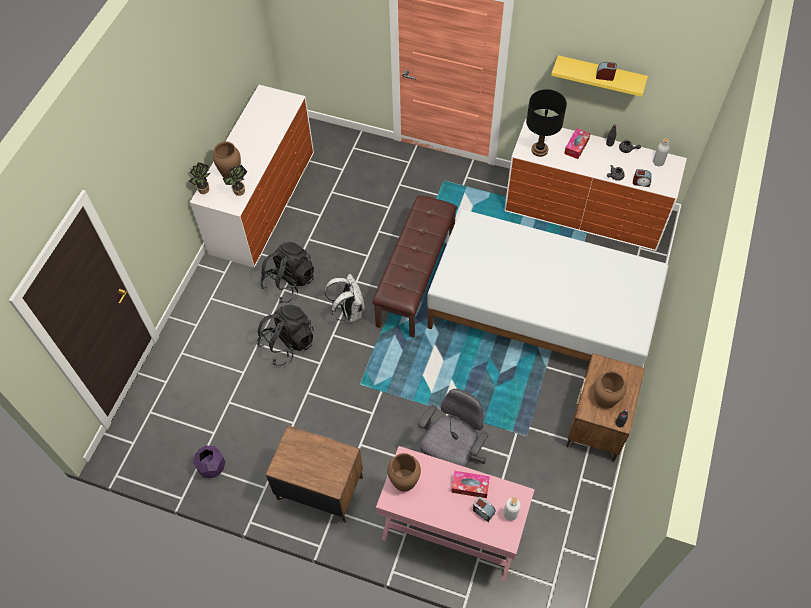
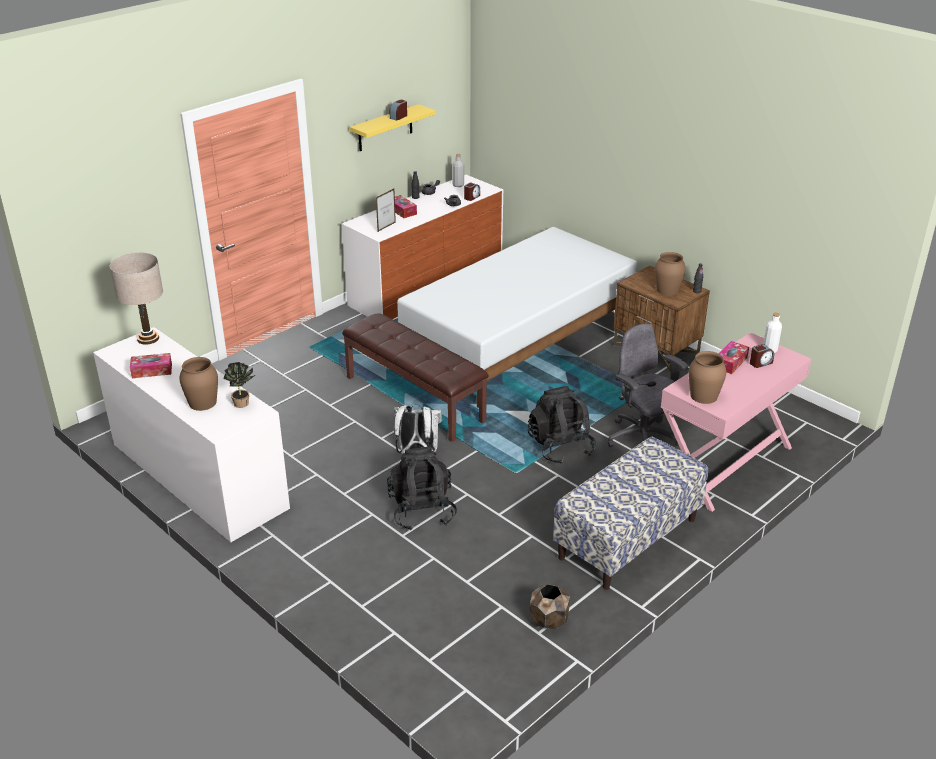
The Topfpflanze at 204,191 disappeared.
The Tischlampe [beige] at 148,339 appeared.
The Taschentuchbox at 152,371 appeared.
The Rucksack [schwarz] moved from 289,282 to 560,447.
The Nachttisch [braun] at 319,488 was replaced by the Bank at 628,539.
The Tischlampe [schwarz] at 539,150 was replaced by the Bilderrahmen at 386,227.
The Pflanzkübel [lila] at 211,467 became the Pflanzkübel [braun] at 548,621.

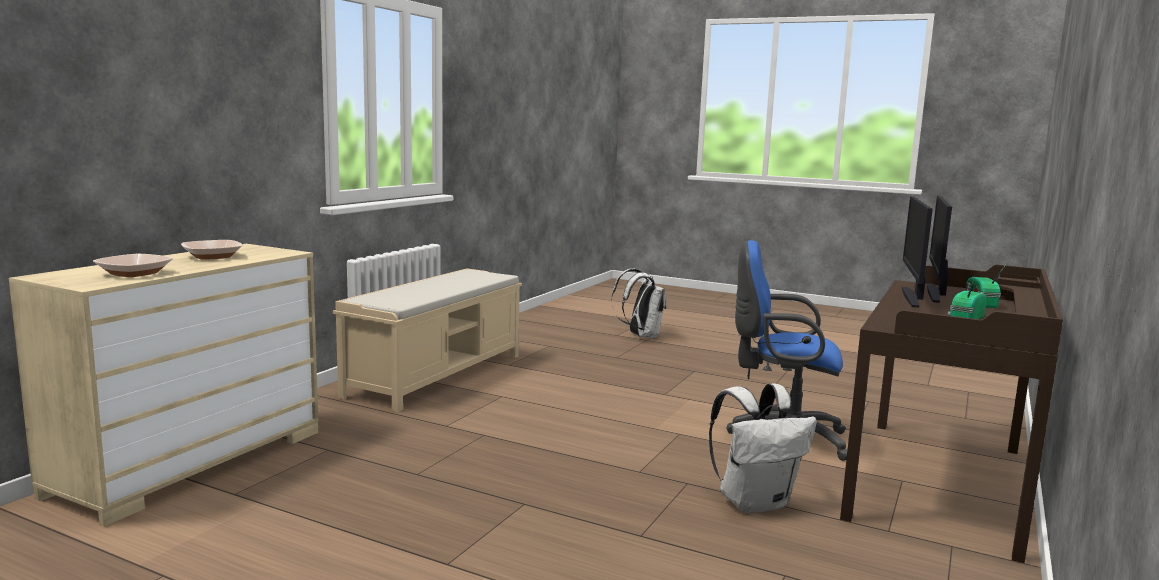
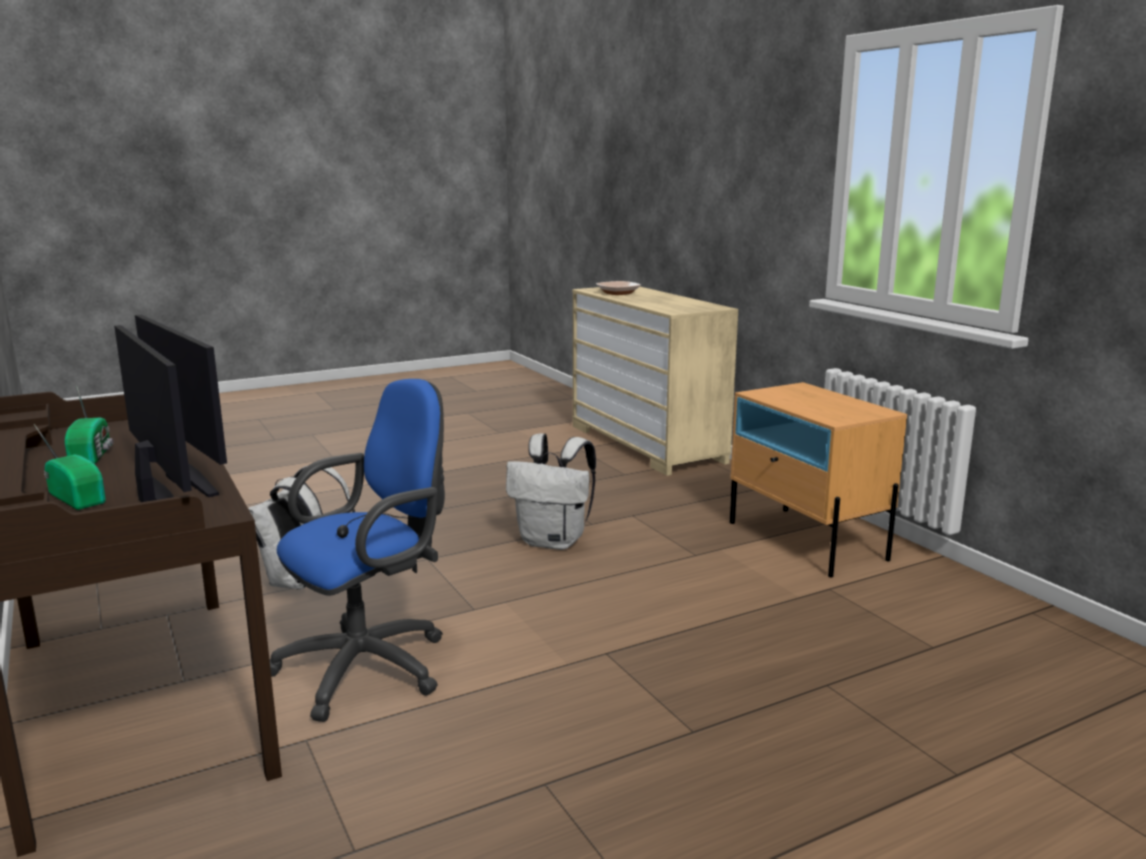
The Schüssel at 212,256 disappeared.
The Rucksack [weiß] moved from 641,336 to 554,541.
The Bank [beige] at 437,375 was replaced by the Nachttisch [beige] at 806,541.

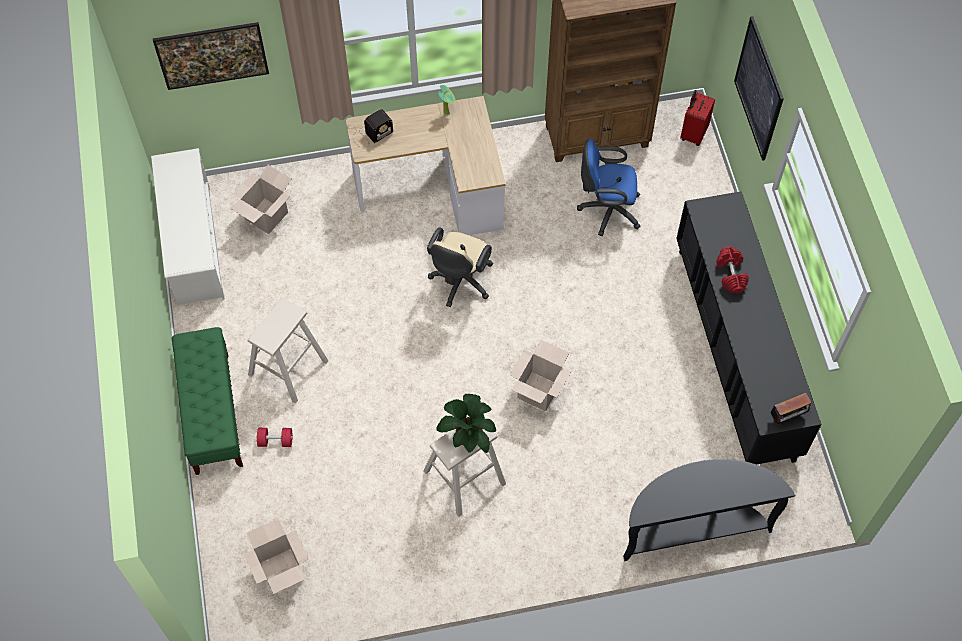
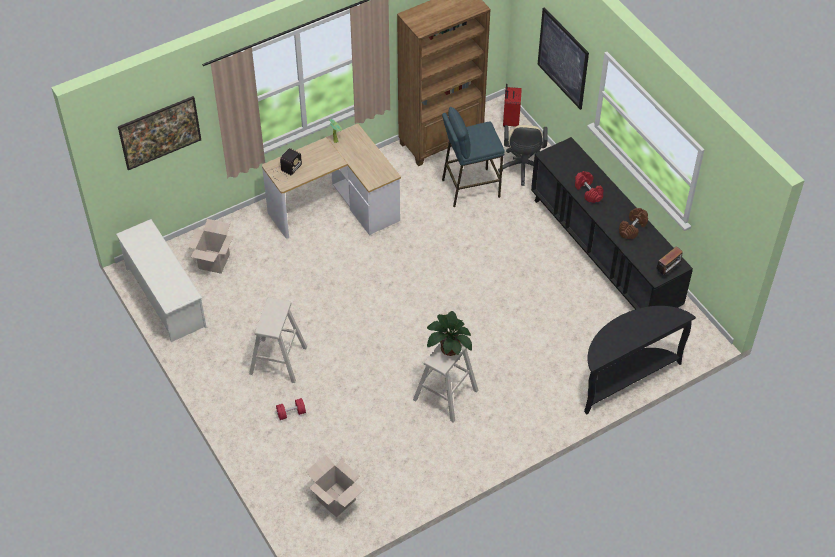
The Bank [grün] at 212,413 disappeared.
The Karton at 538,391 disappeared.
The Hantel [braun] at 632,228 appeared.
The Bürostuhl [beige] moved from 460,282 to 522,169.
The Bürostuhl [blau] at 606,210 was replaced by the Hocker [blau] at 470,188.

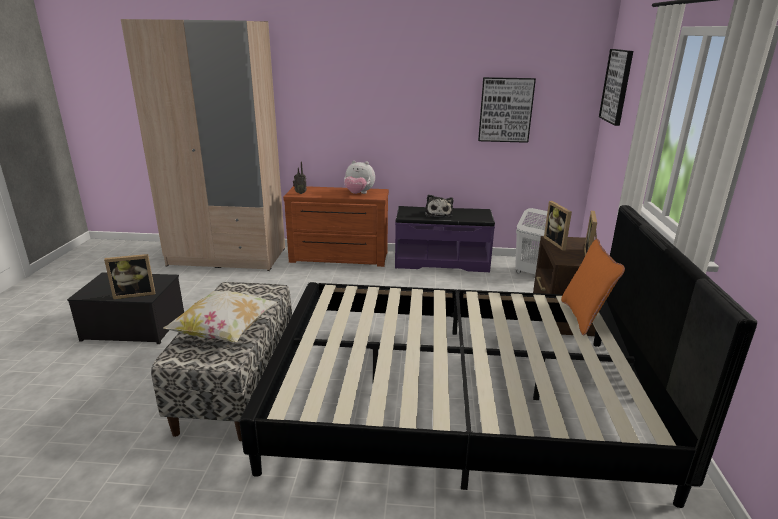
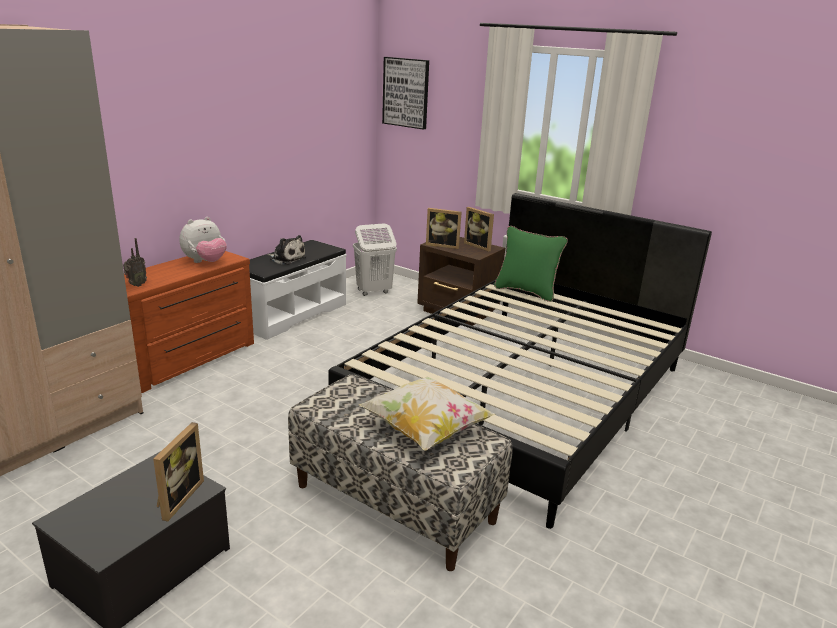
The Bild at 505,110 disappeared.
The Bank [lila] at 441,261 became the Bank [weiß] at 290,314.
The Kissen [orange] at 584,317 became the Kissen [grün] at 526,291.

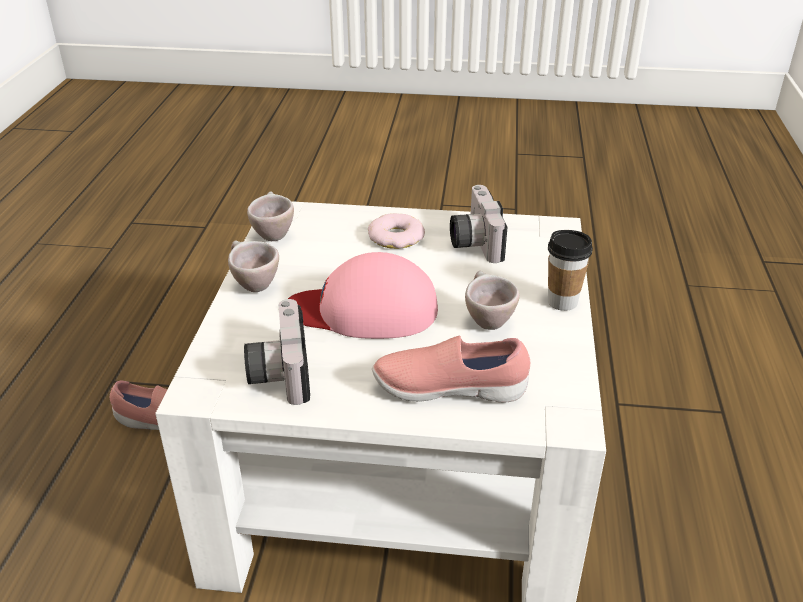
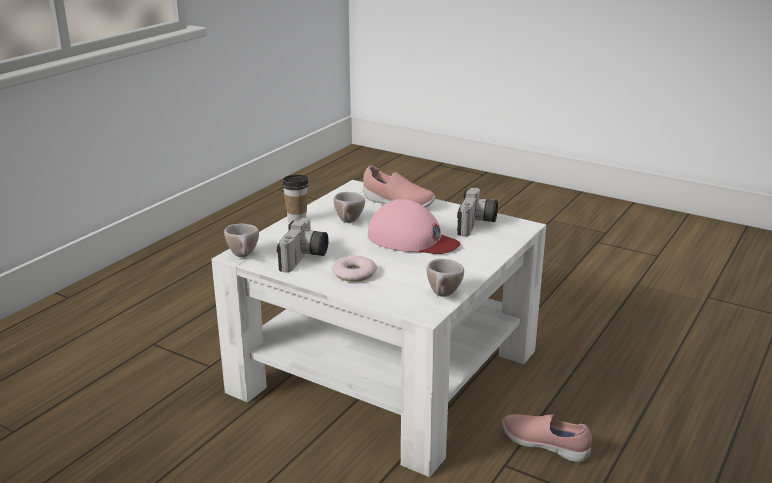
The Tasse [beige] moved from 252,284 to 244,256.

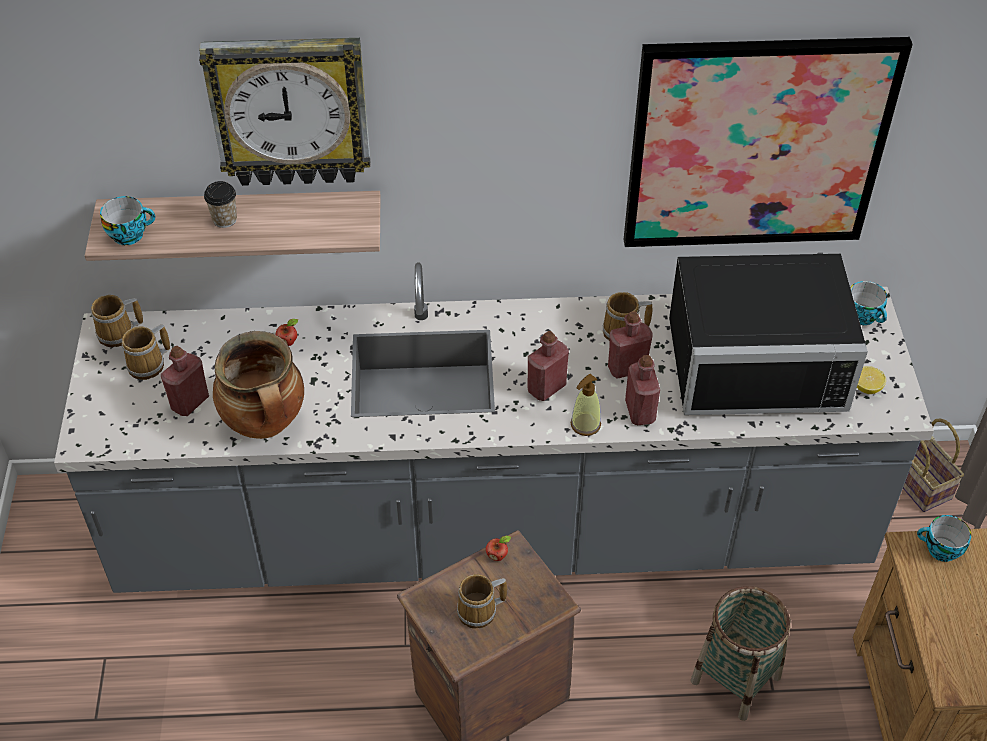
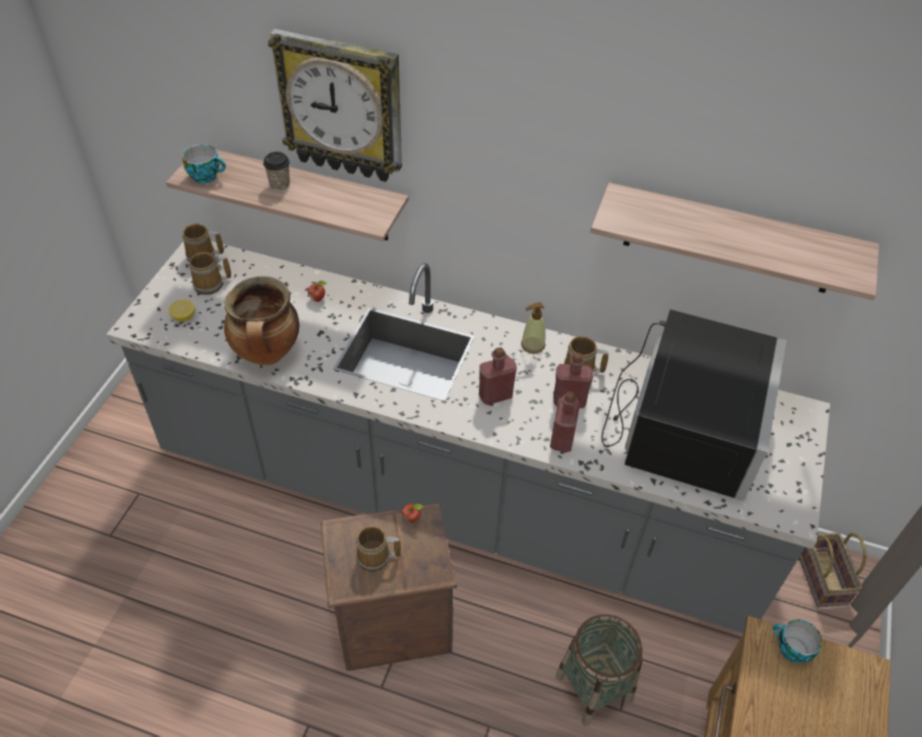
The Flasche [rot] at 190,402 disappeared.
The Tasse at 864,316 disappeared.
The Seifenspender moved from 585,424 to 532,345.
The Zitrone moved from 866,388 to 184,316.
The Bild at 757,144 was replaced by the Wandregal at 730,240.
The Mikrowelle [schwarz] at 754,356 turned 90 degrees counterclockwise.

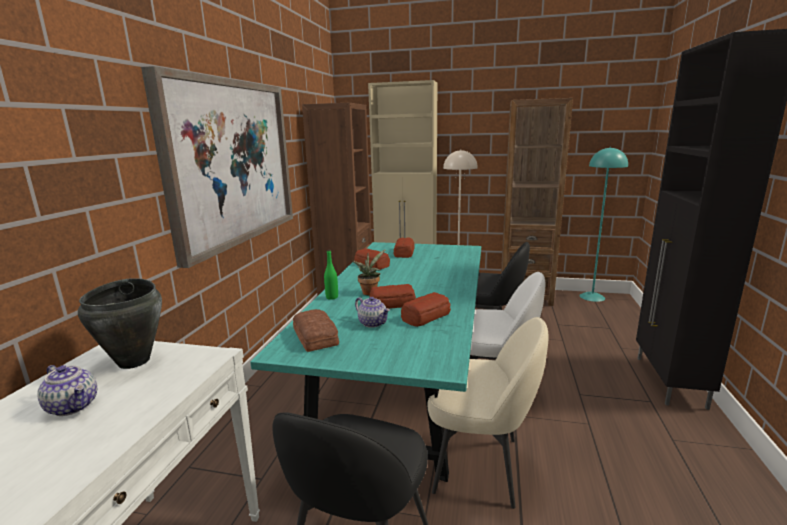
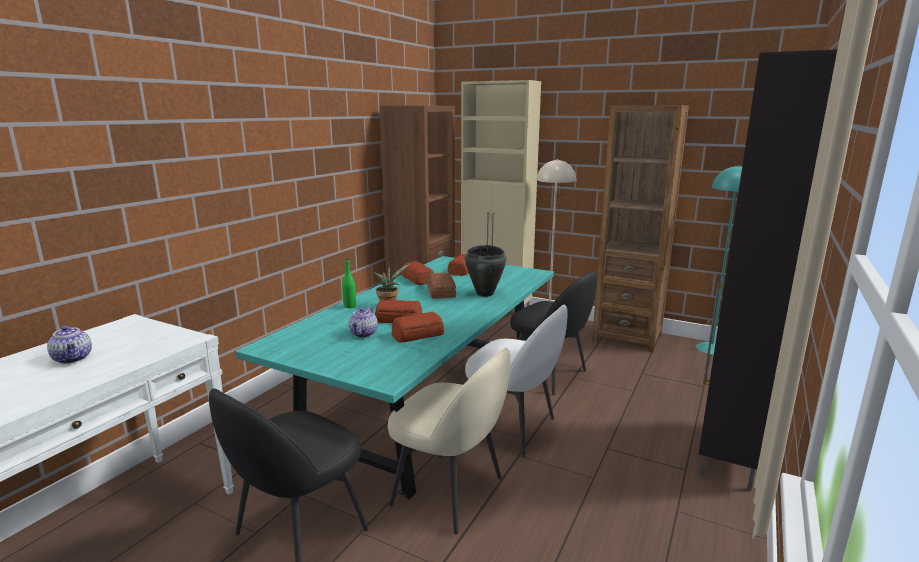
The Bild at 232,163 disappeared.
The Kochtopf [schwarz] moved from 135,361 to 485,294.
The Brot moved from 316,336 to 441,291.
The Teekanne at 373,323 turned 45 degrees clockwise.

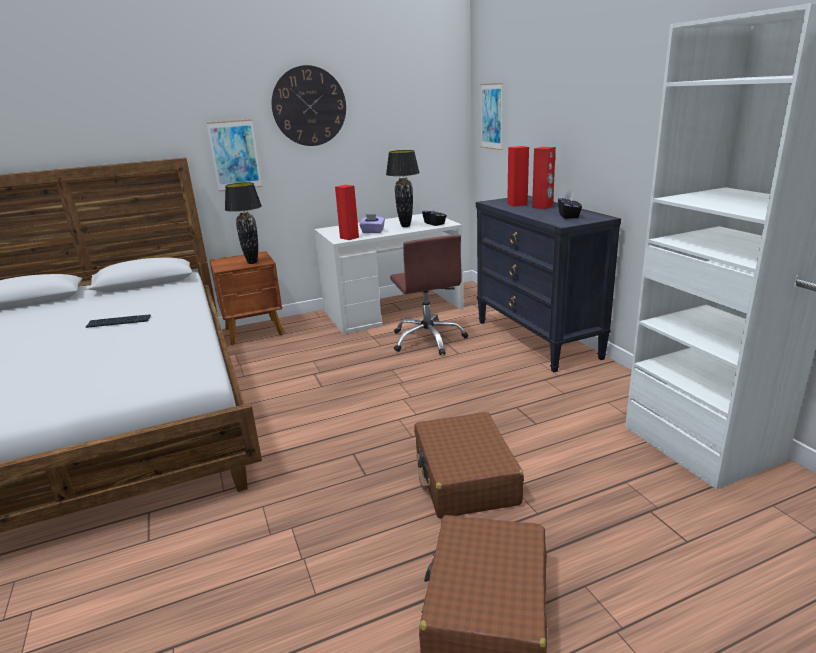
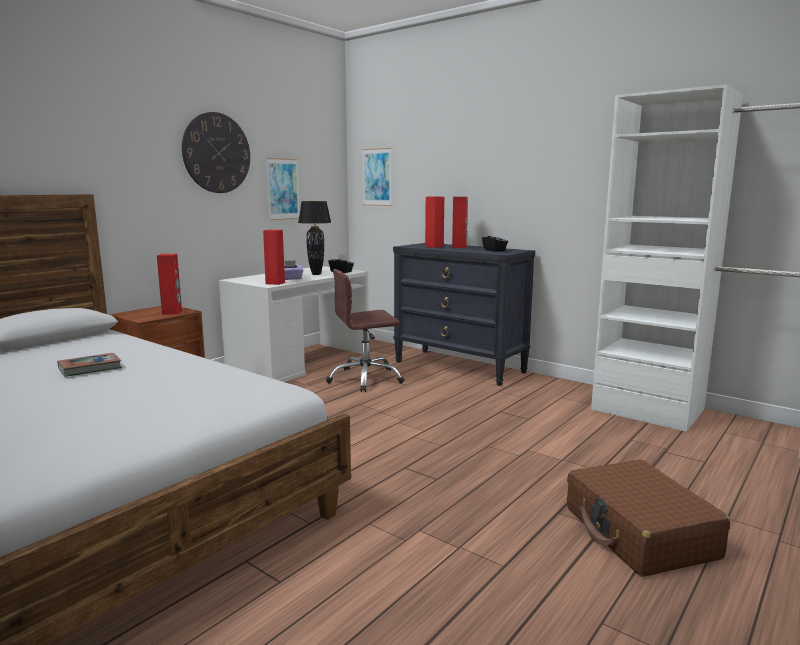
The Koffer [braun] at 465,478 disappeared.
The Bild moved from 235,155 to 283,189.
The Tastatur at 119,322 was replaced by the Buch at 90,368.
The Tischlampe [schwarz] at 252,262 was replaced by the Lautsprecher [rot] at 172,312.
The Bürostuhl [braun] at 428,339 turned 120 degrees clockwise.

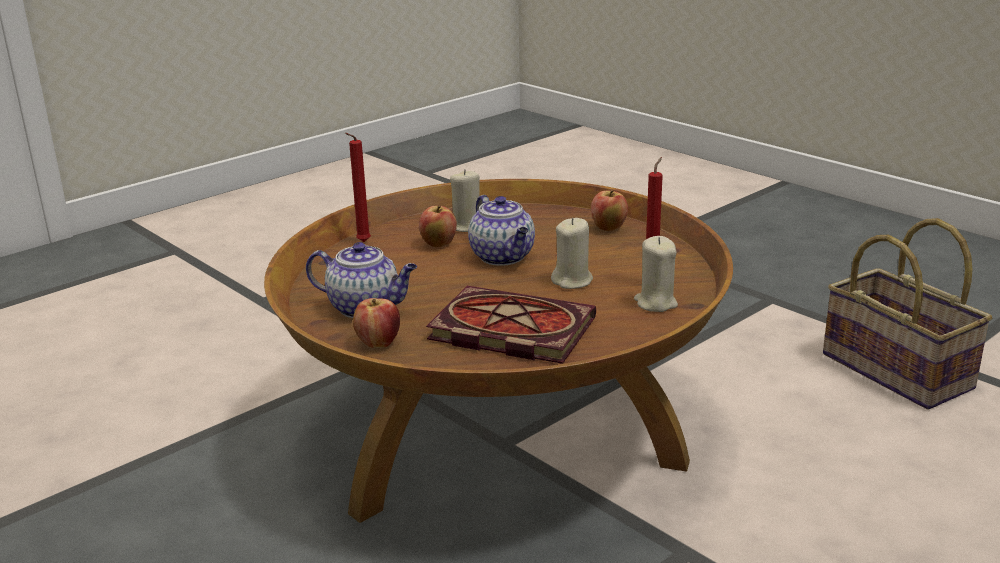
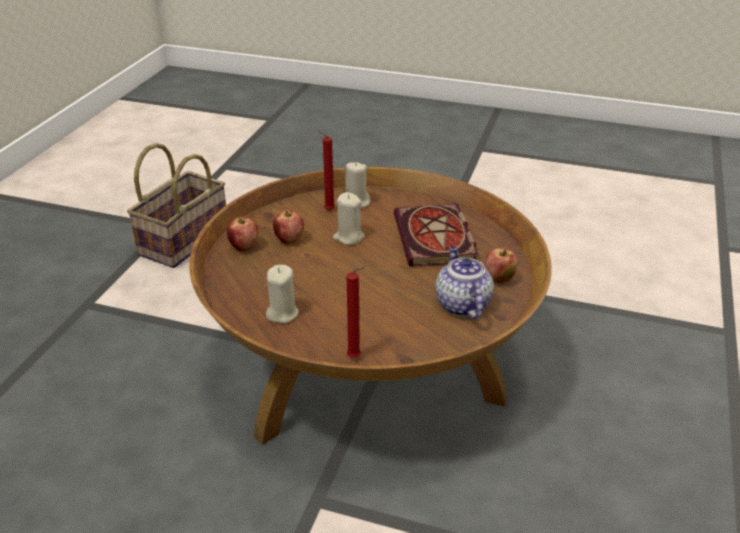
The Teekanne at 503,257 disappeared.
The Apfel moved from 438,244 to 289,240.

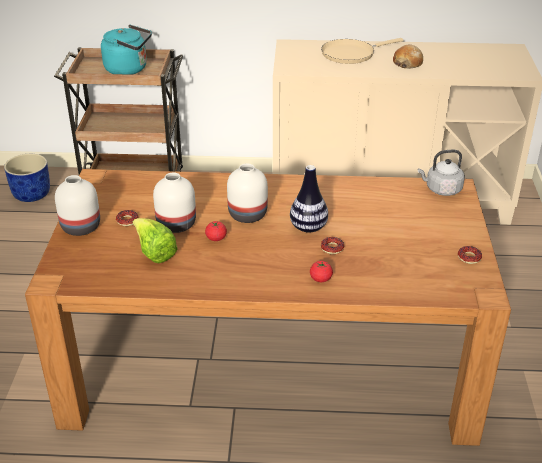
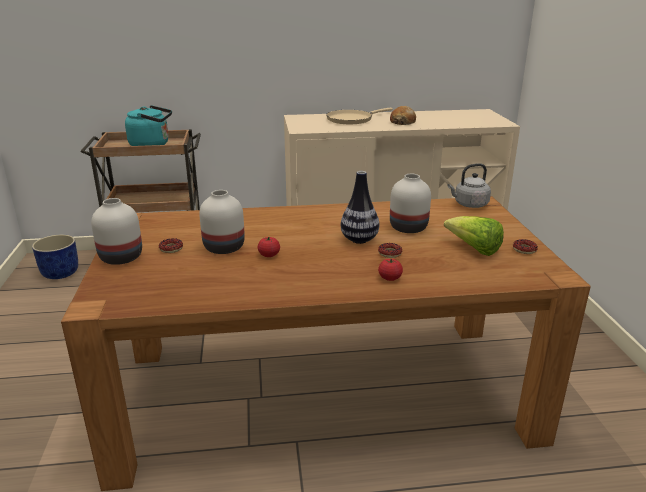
The Salatkopf moved from 154,252 to 474,249.
The Vase [weiß] moved from 248,214 to 409,227.

